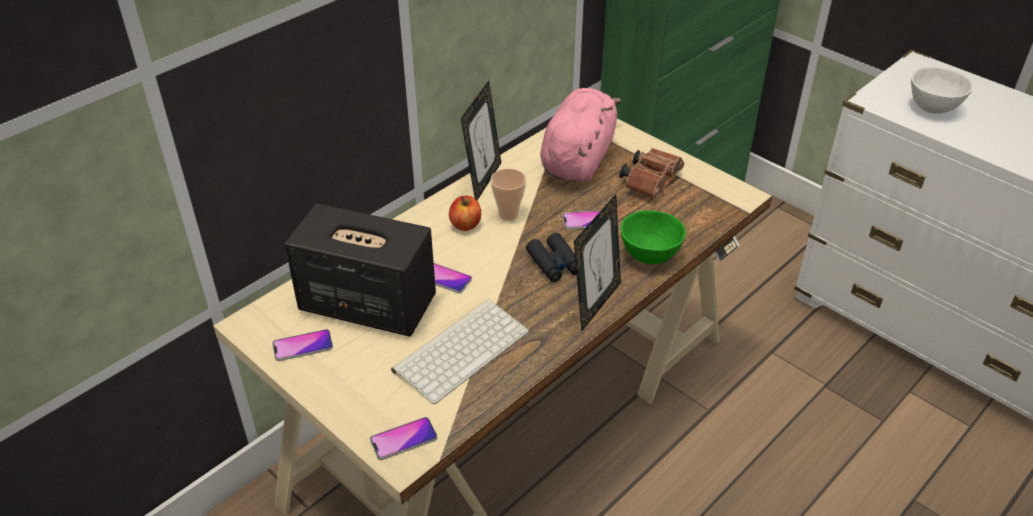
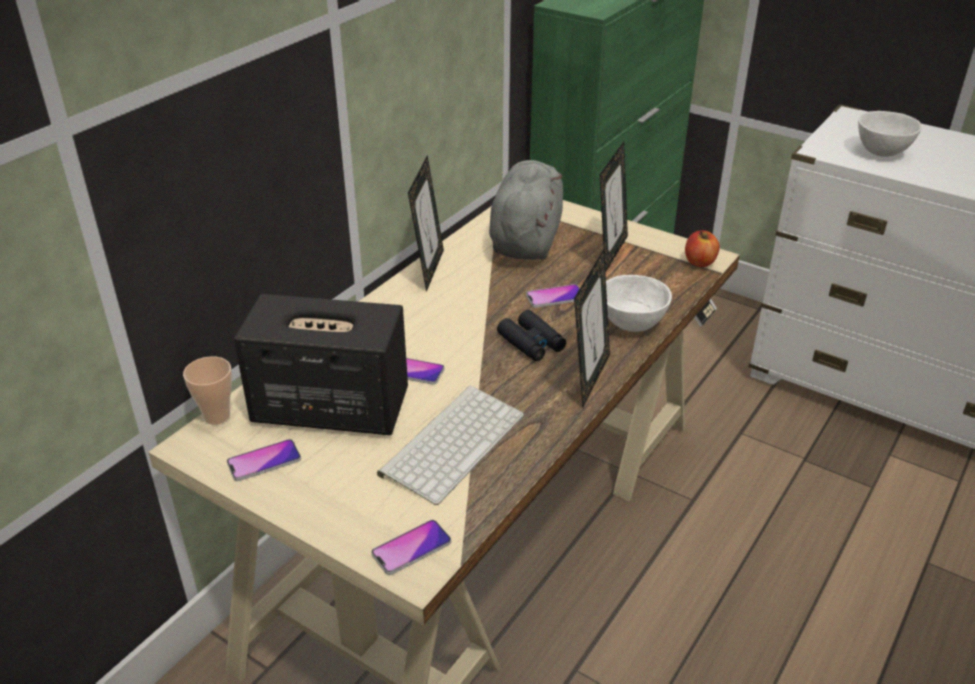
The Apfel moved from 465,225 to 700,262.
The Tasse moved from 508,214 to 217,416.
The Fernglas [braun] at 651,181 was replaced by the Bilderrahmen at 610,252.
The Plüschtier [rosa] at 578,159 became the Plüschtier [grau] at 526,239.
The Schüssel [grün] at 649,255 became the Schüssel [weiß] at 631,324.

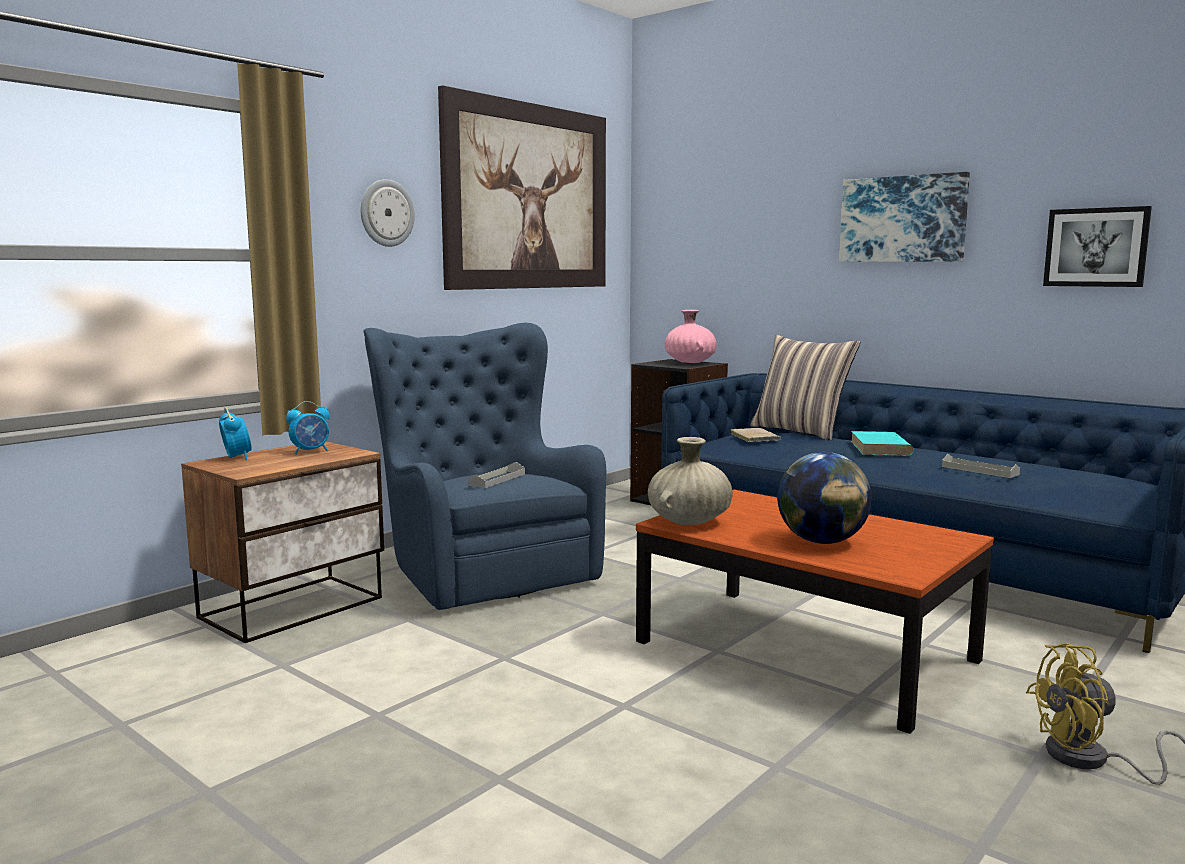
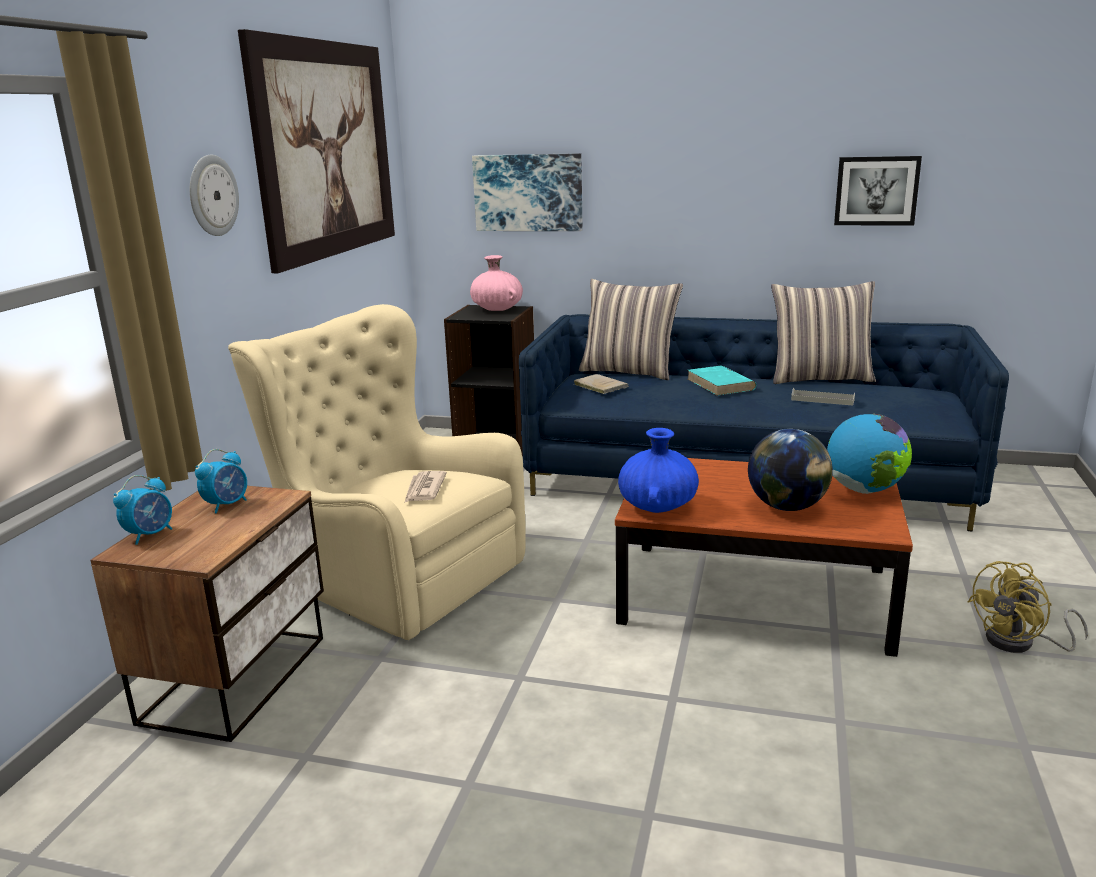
The Kissen at 820,378 appeared.
The Globus at 864,490 appeared.
The Bild moved from 903,219 to 528,192.
The Tablett [grau] at 497,479 was replaced by the Zeitung at 424,489.
The Sessel [blau] at 481,570 became the Sessel [beige] at 392,576.
The Vase [beige] at 689,521 became the Vase [blau] at 658,506.
The Wecker at 236,458 turned 90 degrees clockwise.

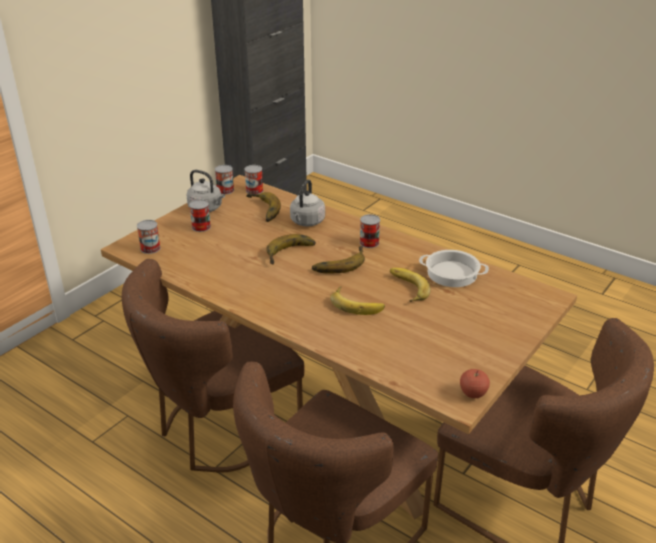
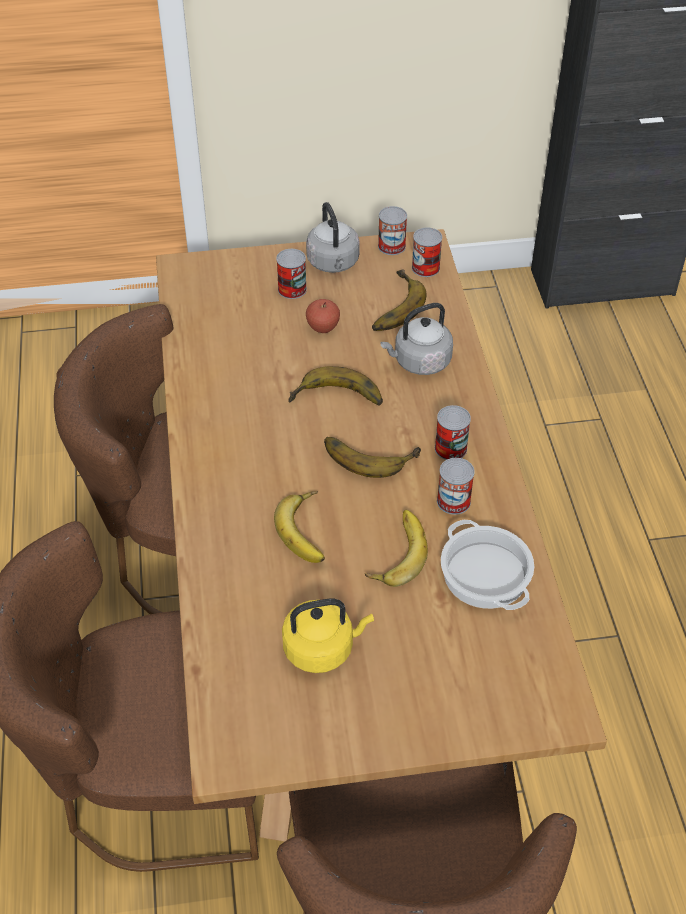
The Wasserkessel [gelb] at 322,648 appeared.
The Dose moved from 150,248 to 453,501.
The Apfel moved from 473,393 to 323,327.

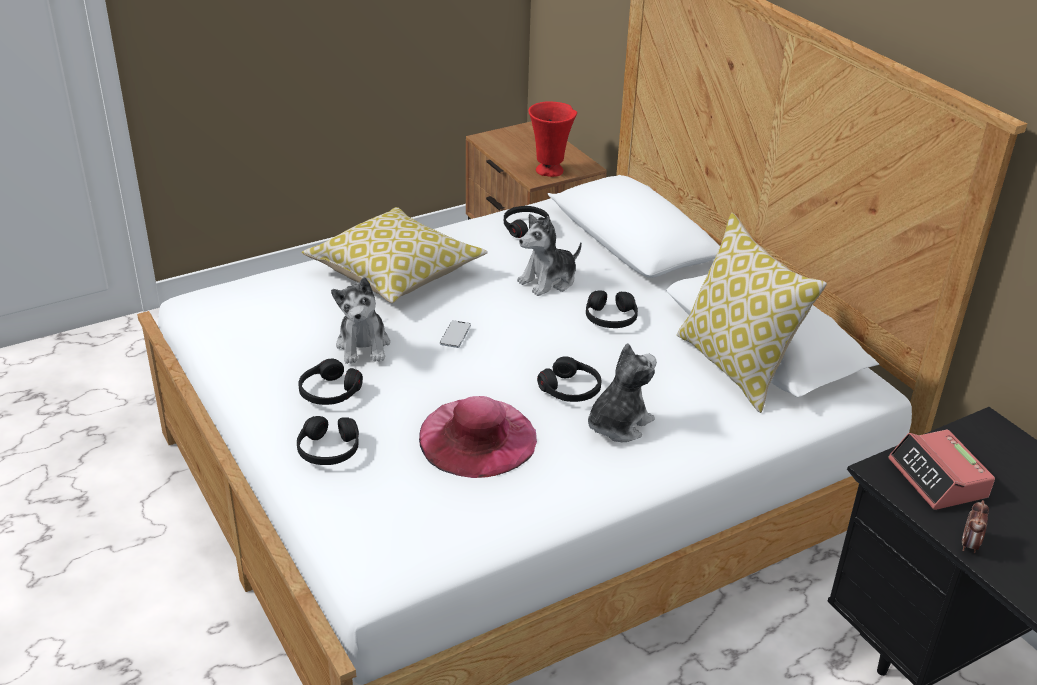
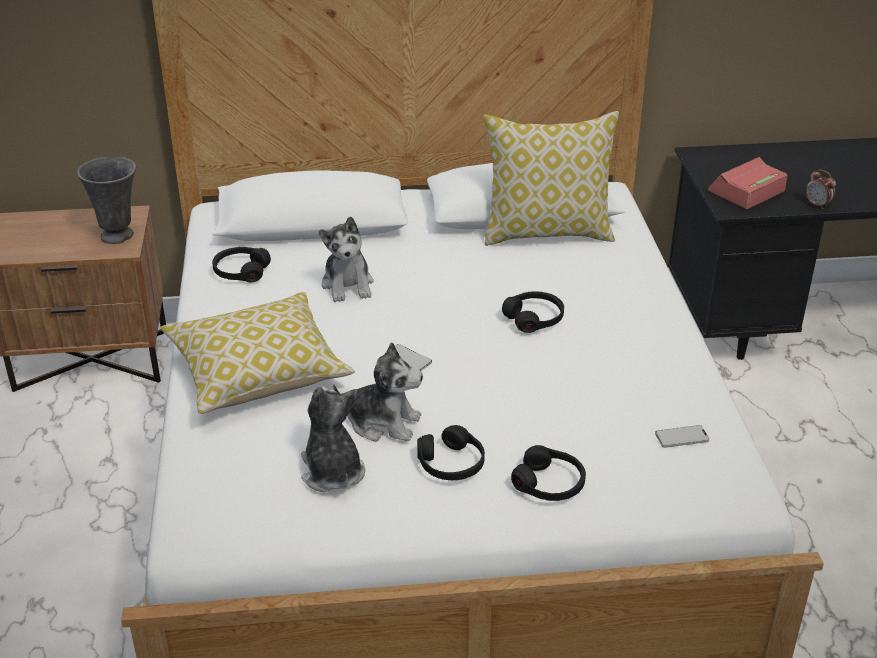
The Hut [rosa] at 477,437 disappeared.
The Kopfhörer [schwarz] at 610,318 disappeared.
The Handy at 681,437 appeared.
The Plüschtier moved from 618,424 to 332,472.
The Vase [rot] at 550,171 became the Vase [grau] at 118,236.
The Wecker at 938,479 turned 135 degrees clockwise.

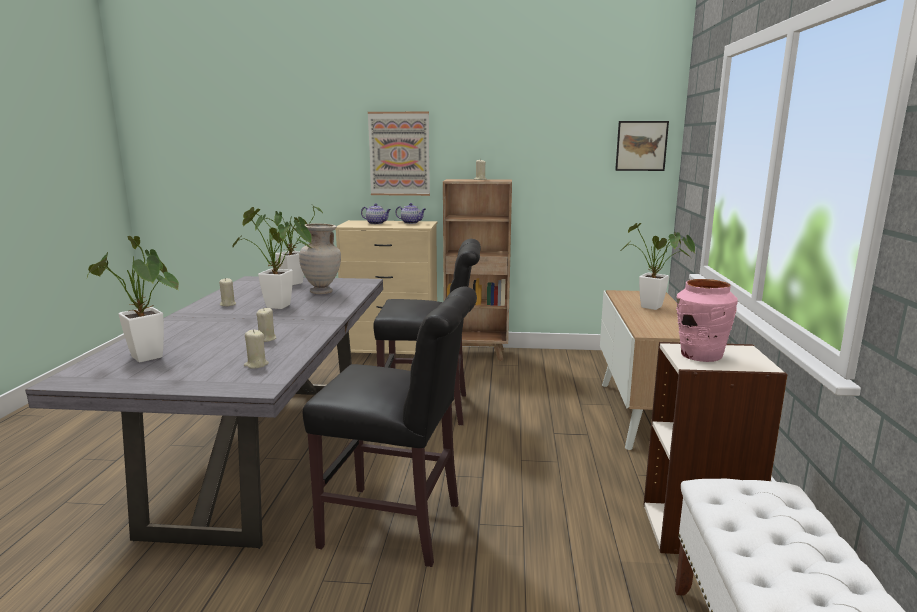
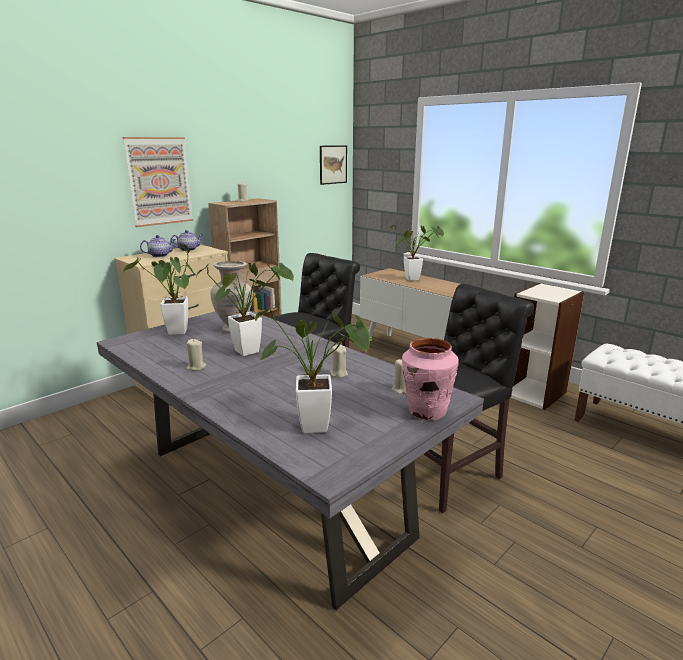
The Vase [rosa] moved from 700,356 to 426,411.

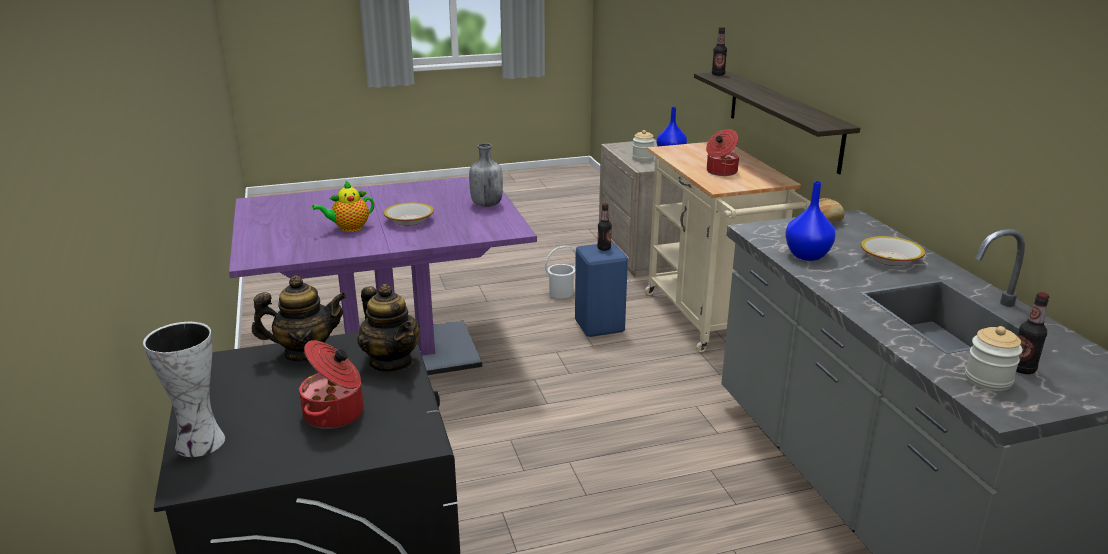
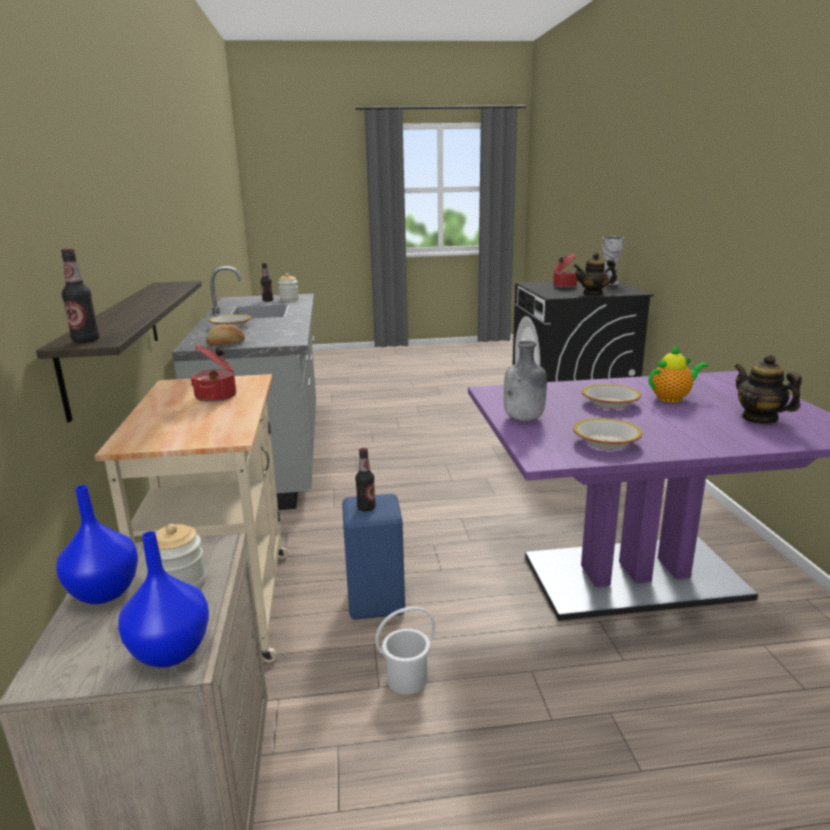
The Schüssel at 606,442 appeared.
The Teekanne moved from 391,362 to 759,418.
The Vase [blau] moved from 807,255 to 170,653.

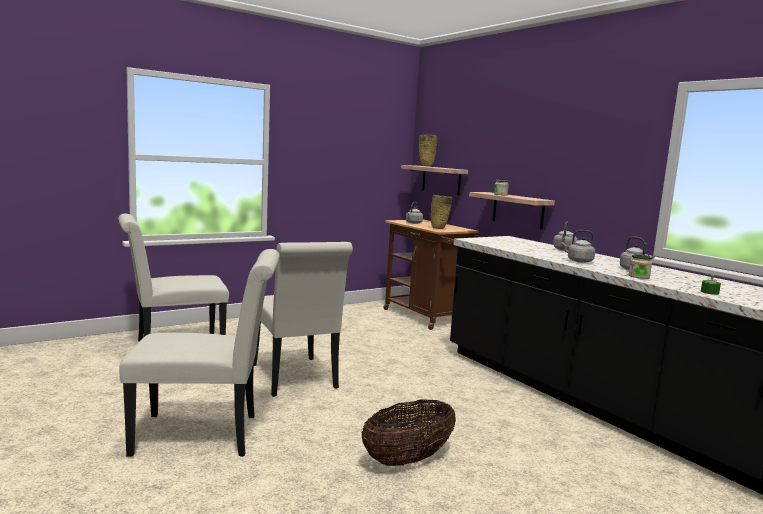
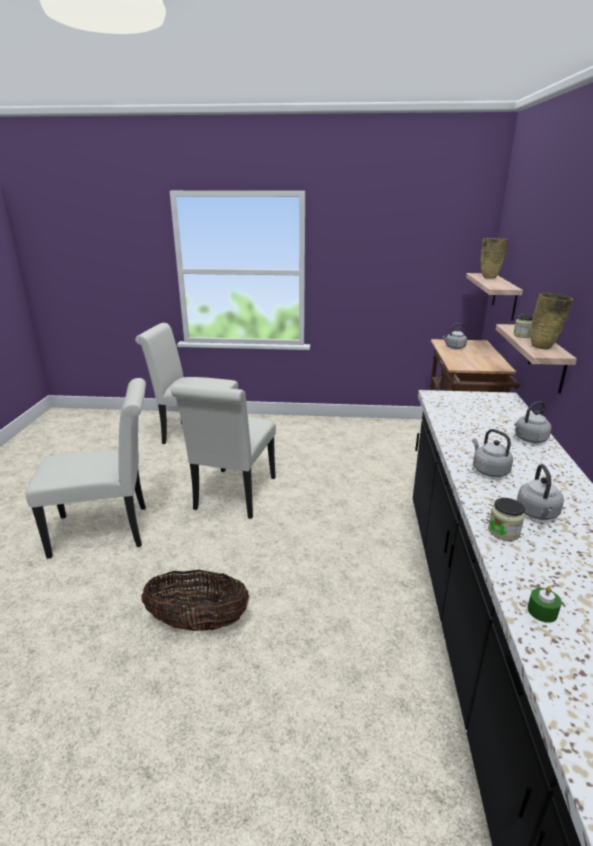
The Vase [beige] moved from 439,228 to 543,348.
The Stuhl [weiß] at 206,435 turned 45 degrees counterclockwise.

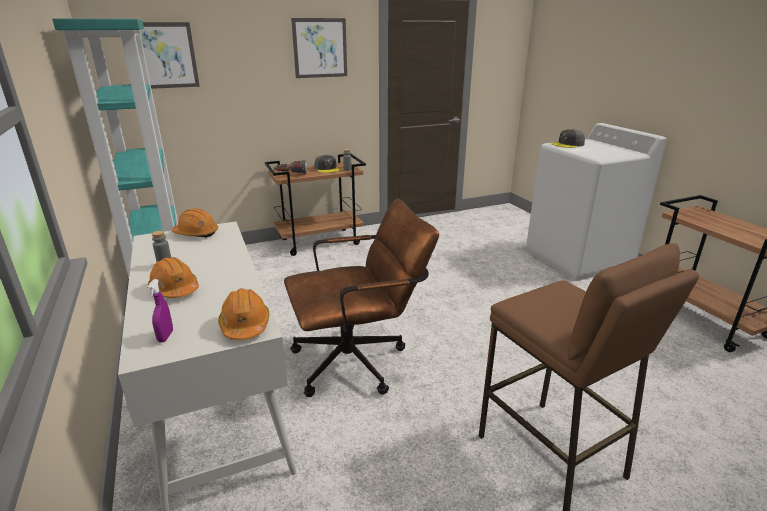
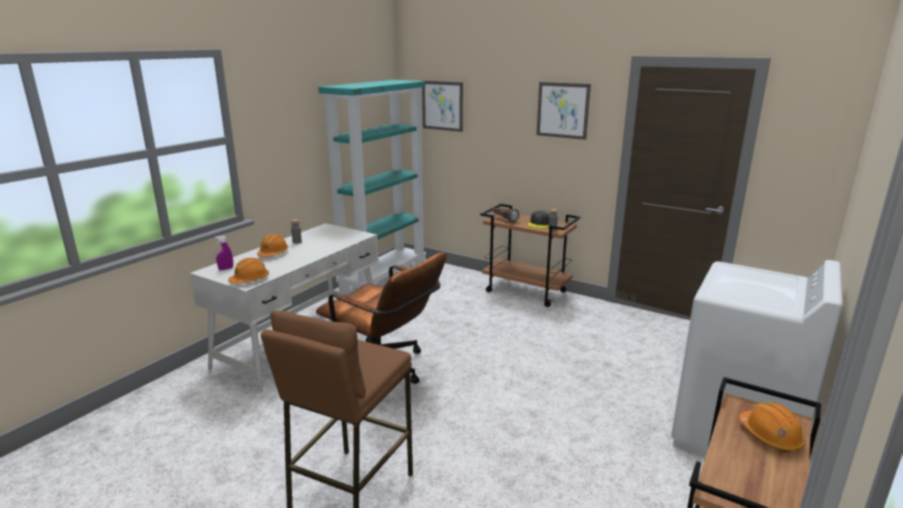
The Kappe [grau] at 568,144 disappeared.
The Schutzhelm [orange] moved from 196,233 to 770,436.

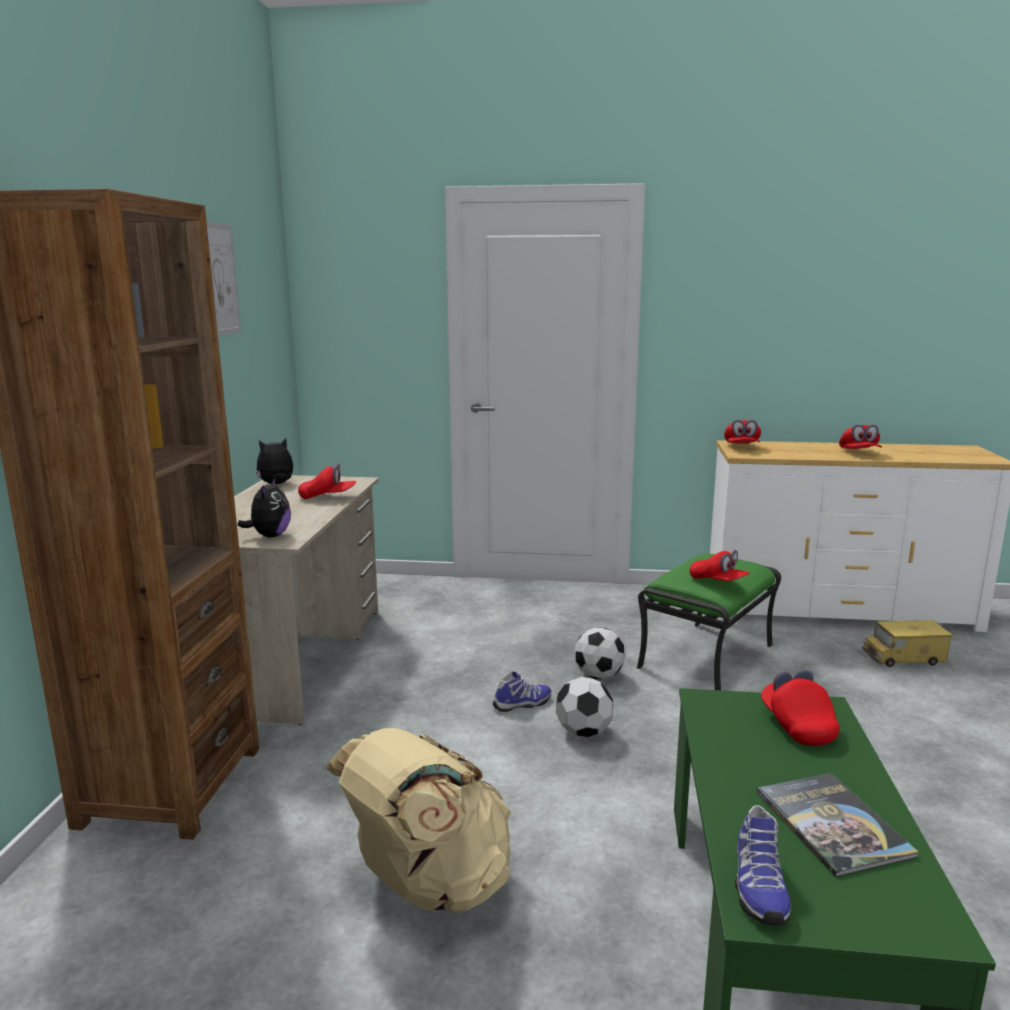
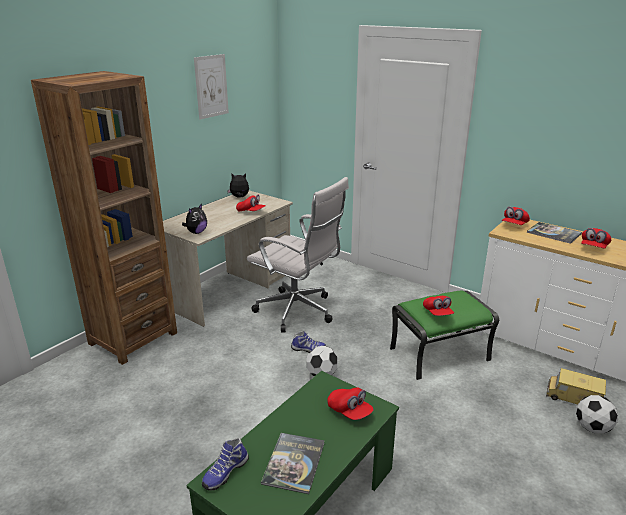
The Rucksack [beige] at 428,885 disappeared.
The Bürostuhl [weiß] at 298,312 appeared.
The Buch at 553,233 appeared.
The Fußball moved from 598,675 to 592,428.
The Kappe [rot] at 797,725 turned 120 degrees clockwise.

